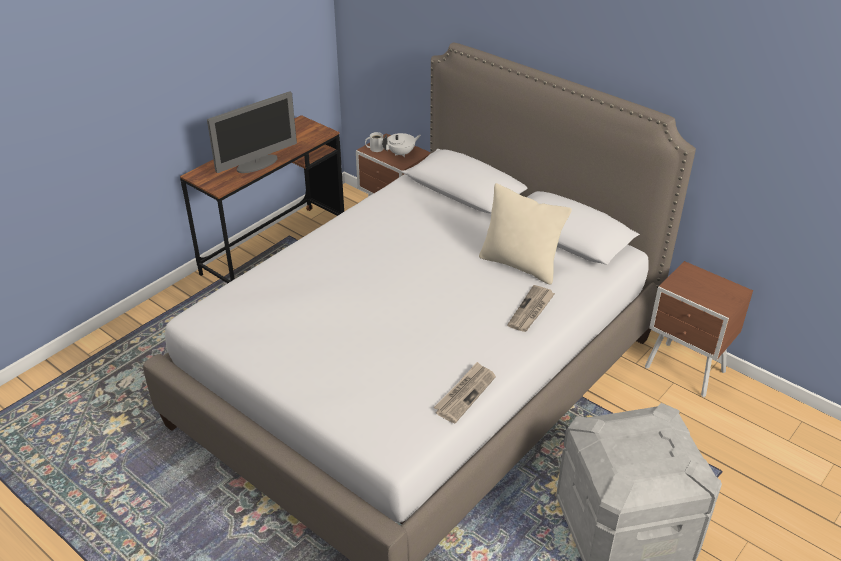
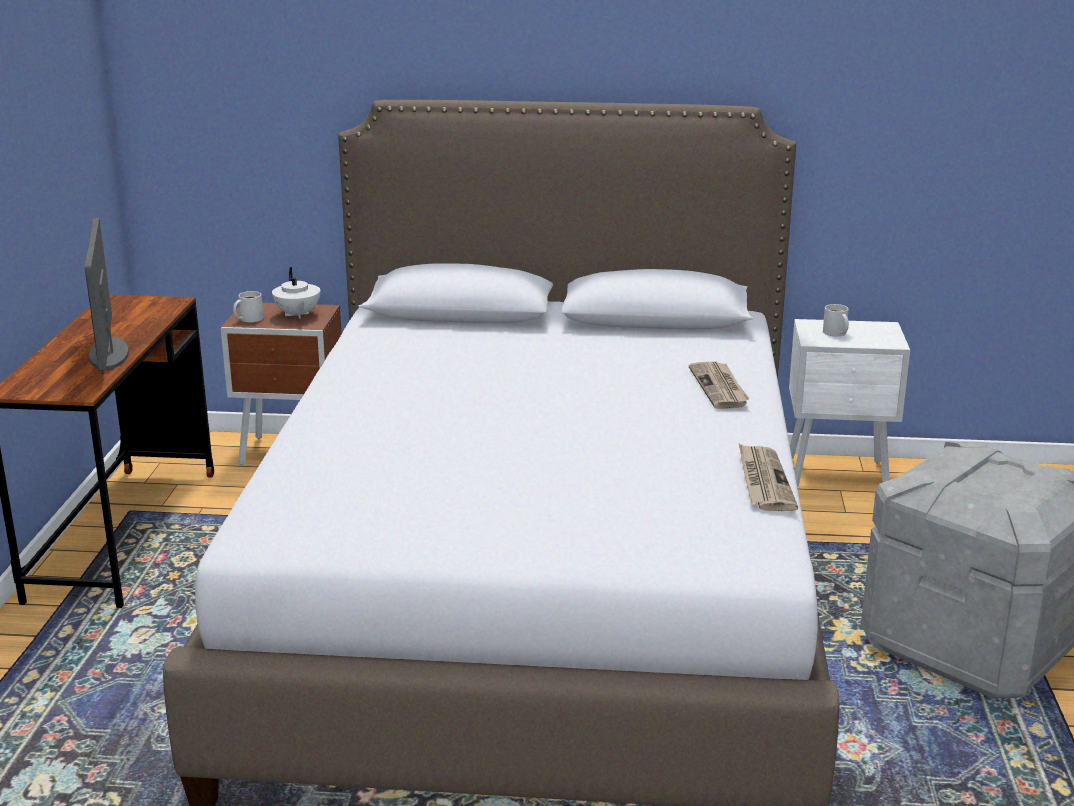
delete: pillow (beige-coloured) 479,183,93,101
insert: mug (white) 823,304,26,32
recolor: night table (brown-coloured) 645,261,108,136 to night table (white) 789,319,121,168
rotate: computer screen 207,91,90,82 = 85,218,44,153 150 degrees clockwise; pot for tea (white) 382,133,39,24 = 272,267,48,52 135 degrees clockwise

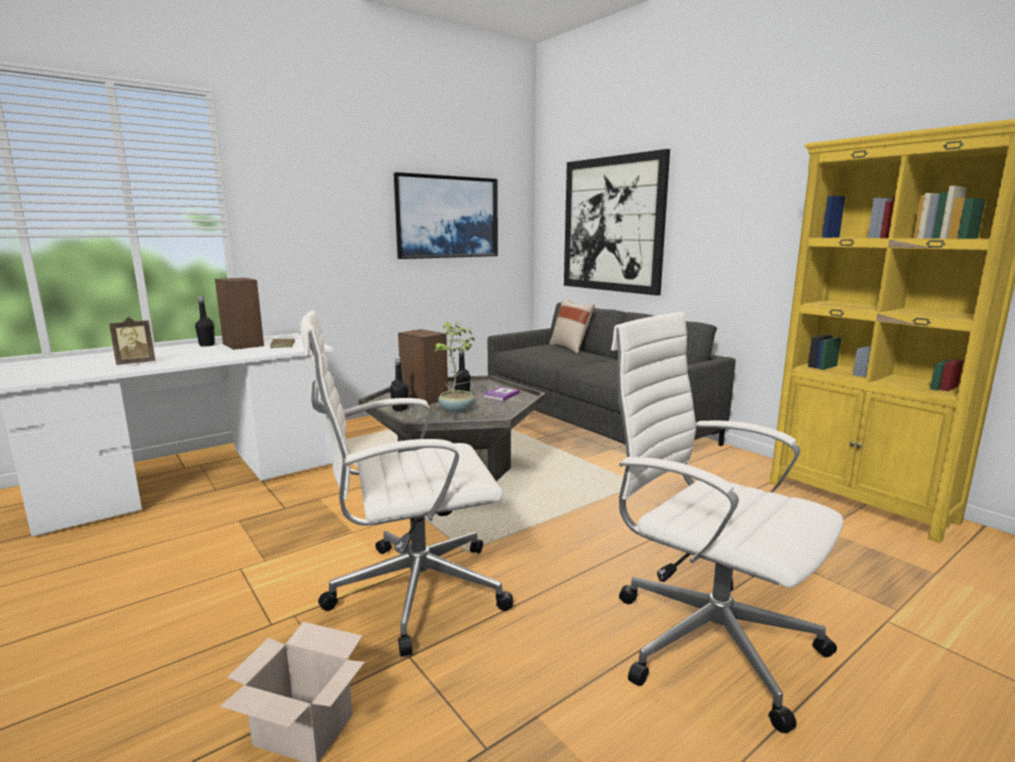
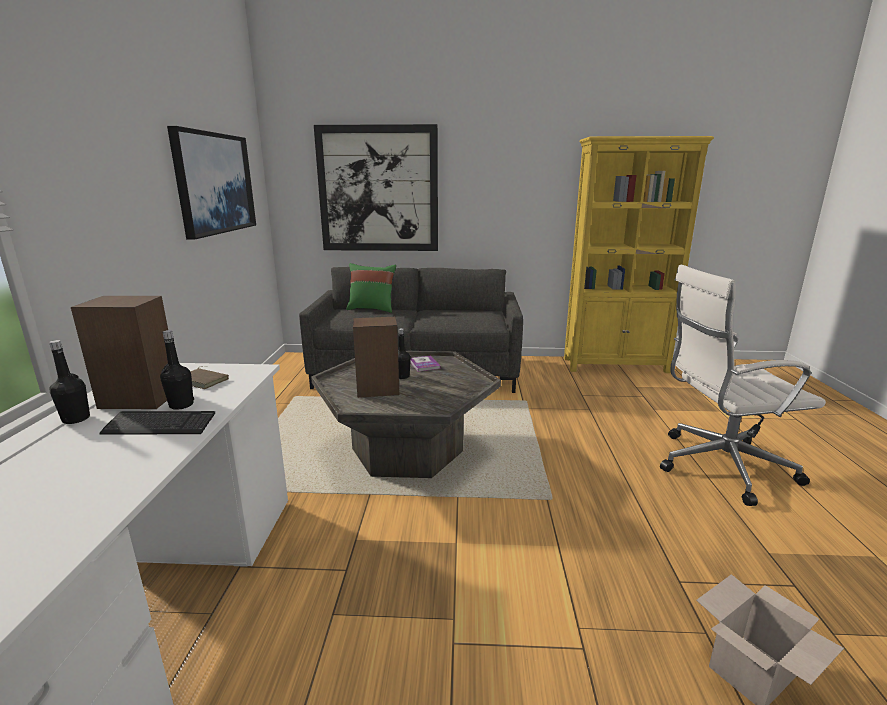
delete: computer chair (white) 300,310,213,347; picture frame 109,317,46,48; potted plant 434,322,41,91
insert: PC keyboard 99,411,116,24
move: beverage bottle (black-coloured) 390,357,19,54 to 160,330,34,80
recolor: pillow (beige-coloured) 549,299,46,55 to pillow (green-coloured) 346,263,50,50

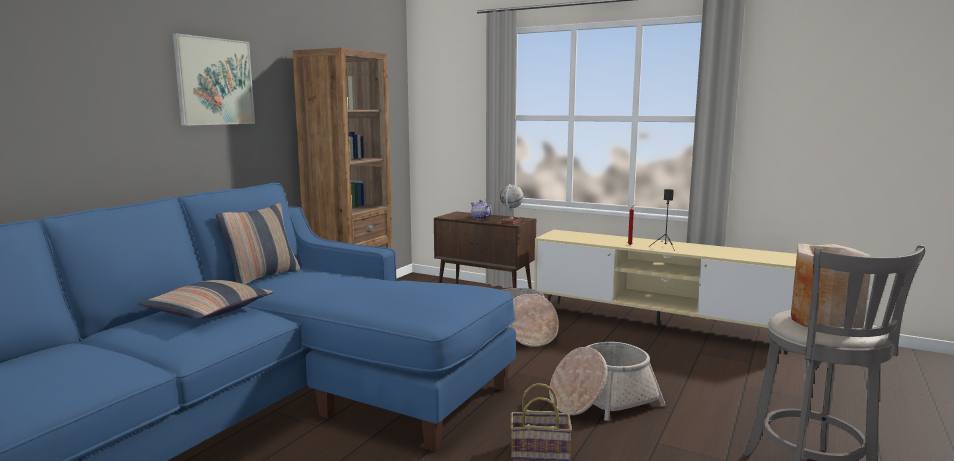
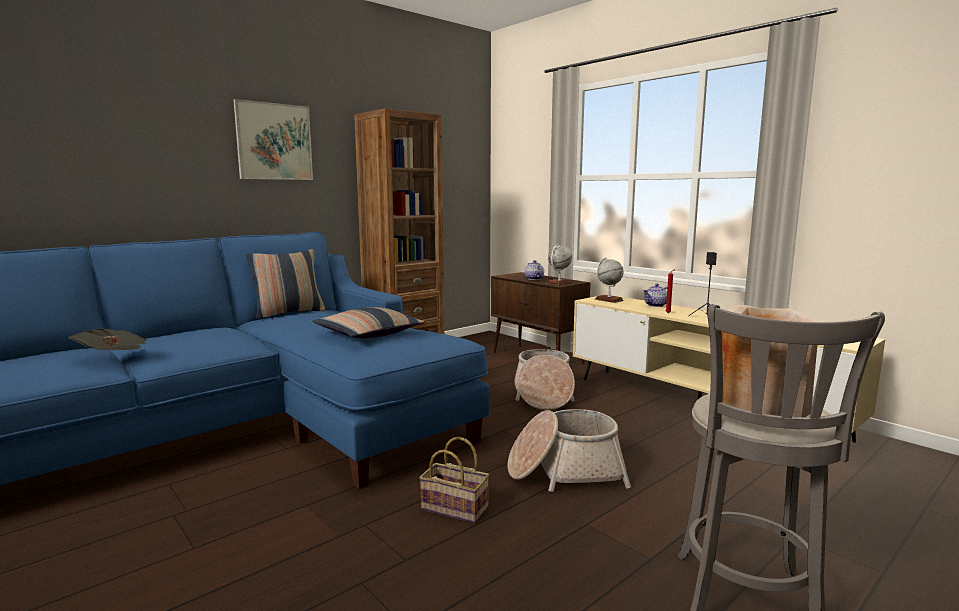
insert: world globe 595,257,29,46; pot for tea 643,284,25,23; printed paper 68,329,79,21
move: pillow 138,280,135,39 to 313,307,112,31

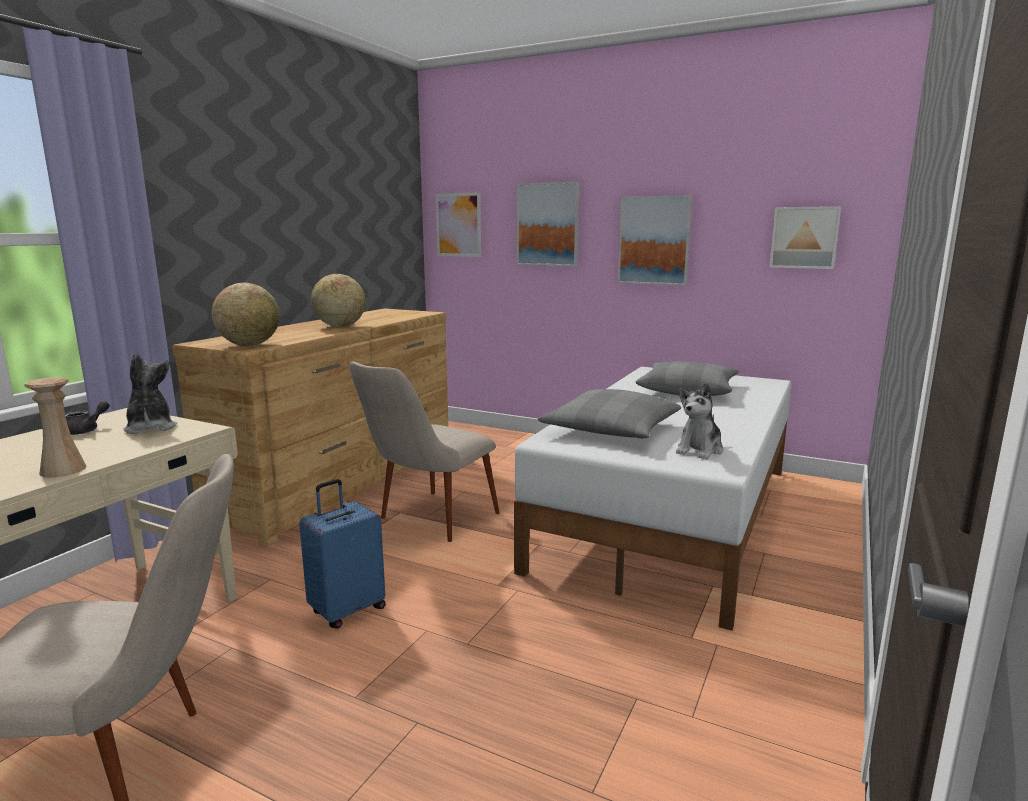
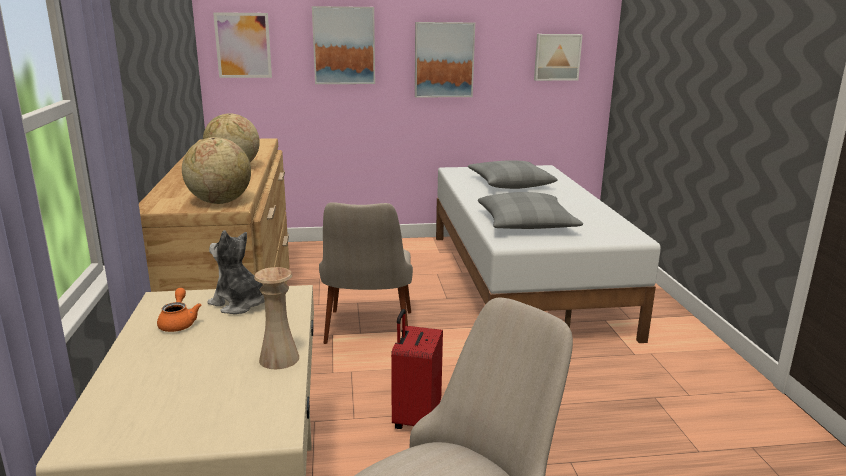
delete: plush toy 676,383,48,76
recolor: pot for tea (greyish) 65,401,45,34 to pot for tea (orange) 157,288,45,44; suitcase (bluish) 299,479,87,150 to suitcase (reddish) 391,309,52,120

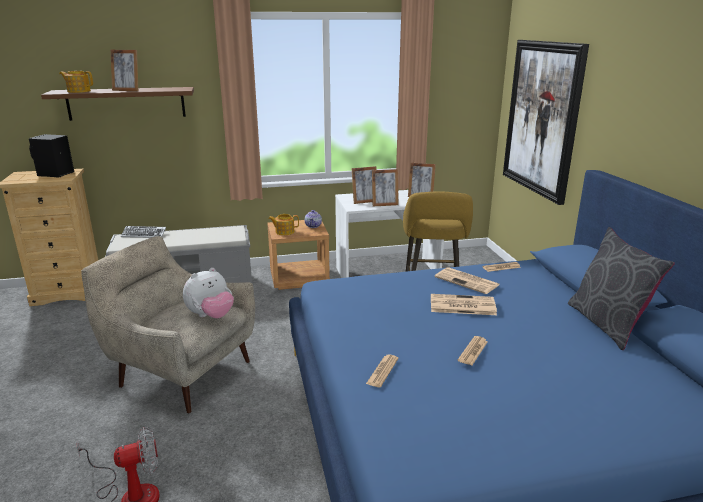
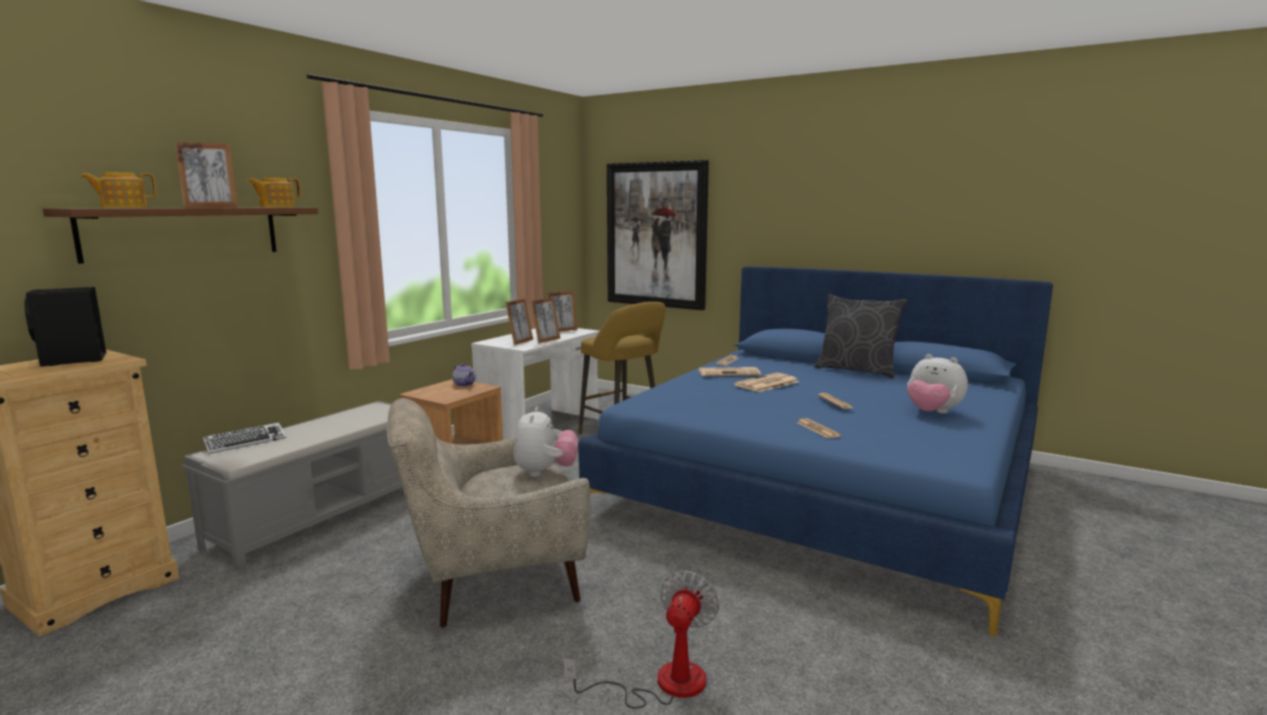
insert: plush toy 907,354,61,60
move: pot for tea 268,214,31,21 to 247,178,54,29

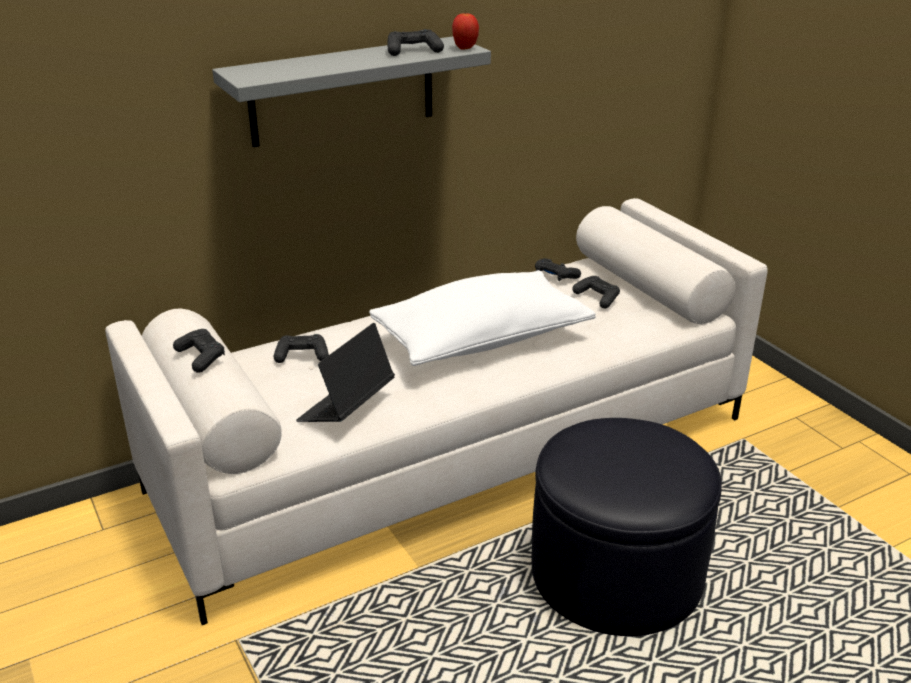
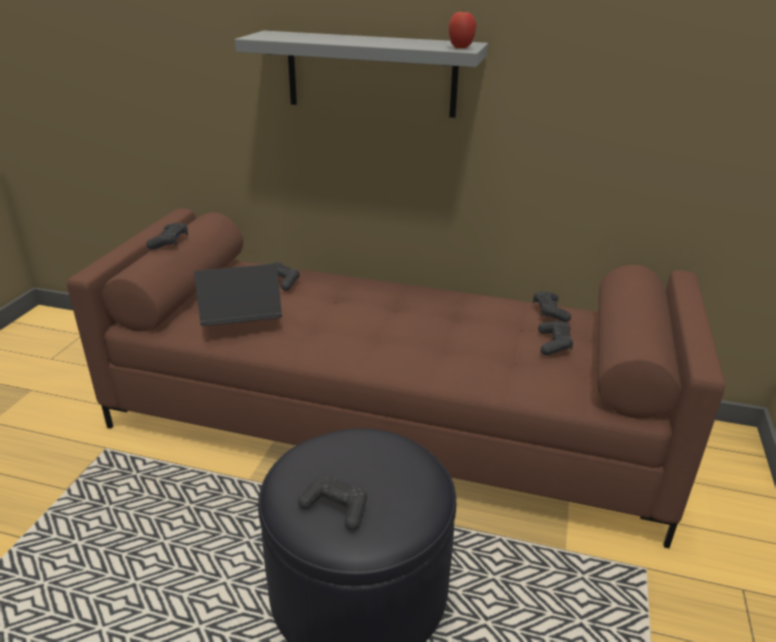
delete: pillow (white) 369,270,227,96
move: gamepad (black-coloured) 387,29,57,27 to 298,474,69,57
recolor: sofa (white) 105,198,663,427 to sofa (brown-coloured) 67,208,658,340

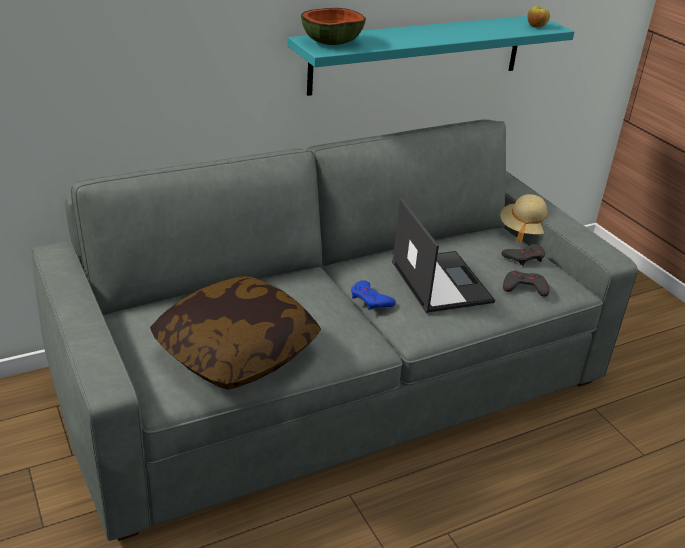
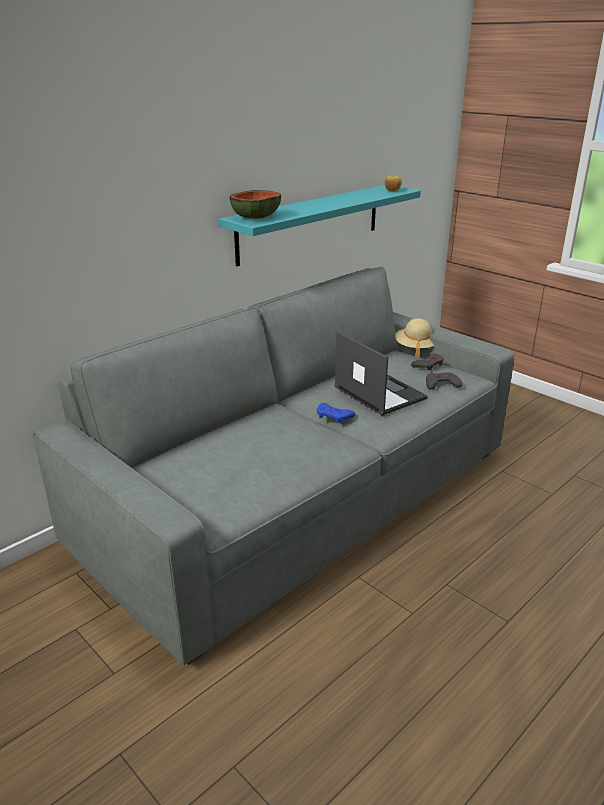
delete: pillow 150,276,171,114

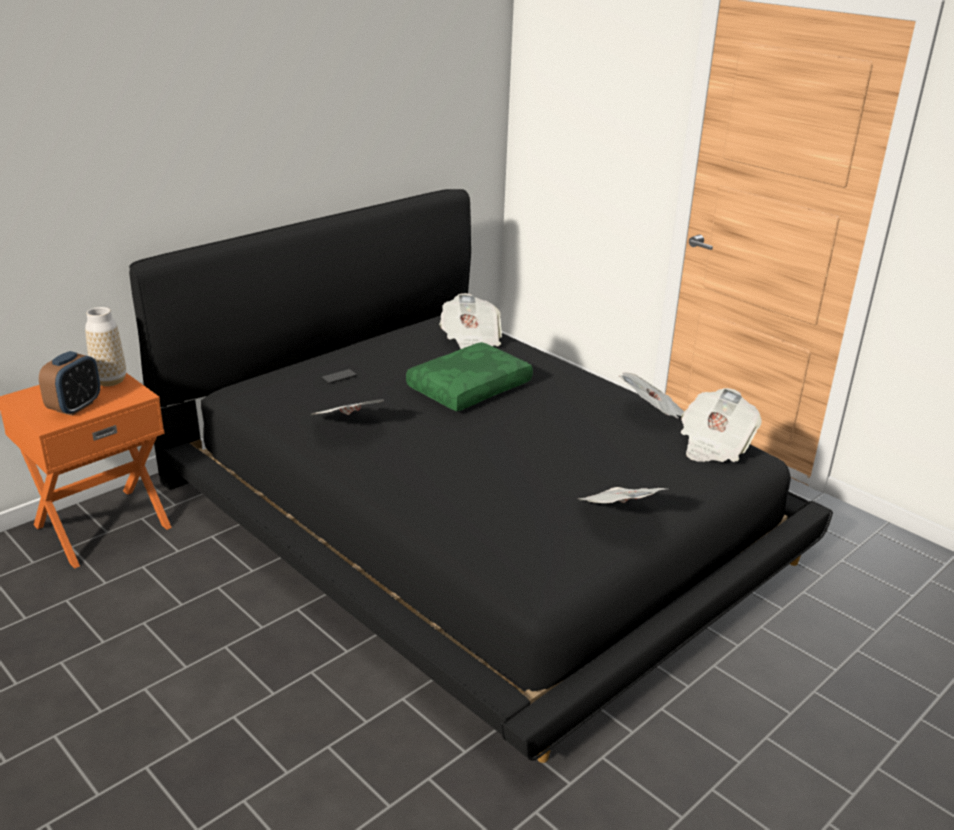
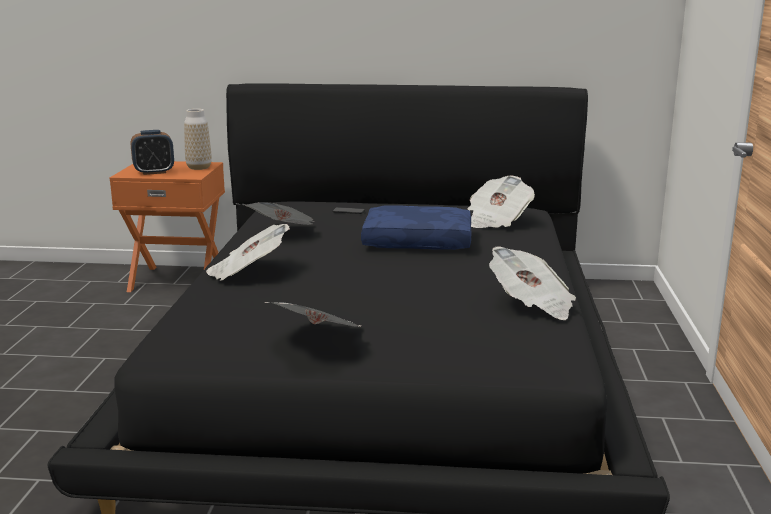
move: printed paper 681,388,81,74 to 206,224,84,57
recolor: pillow (green-coloured) 406,342,127,69 to pillow (bluish) 361,206,110,44

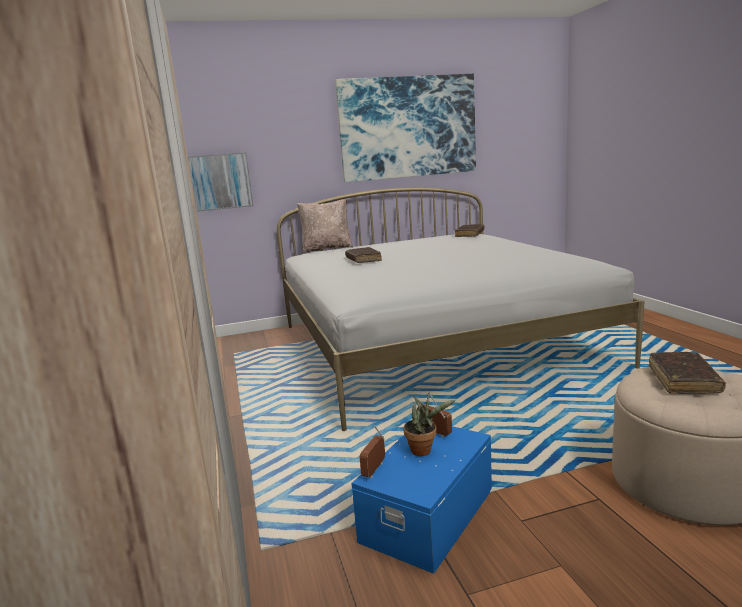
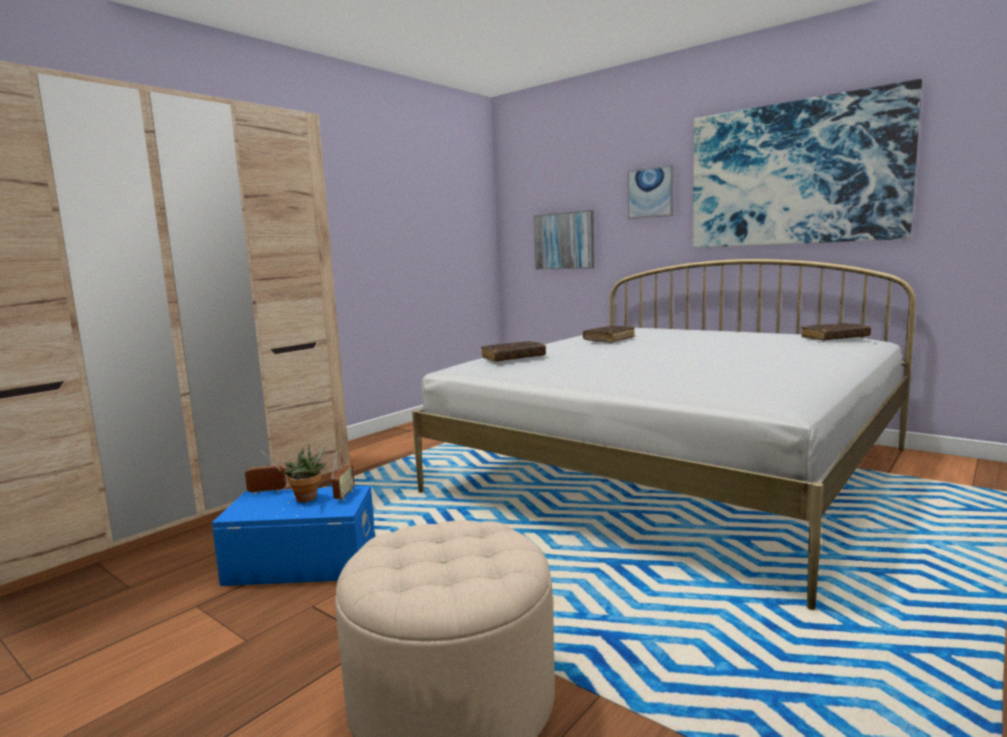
delete: pillow (beige-coloured) 297,199,56,54
insert: picture 628,165,45,54
move: bound book (brown-coloured) 649,352,77,42 to 481,341,65,21

